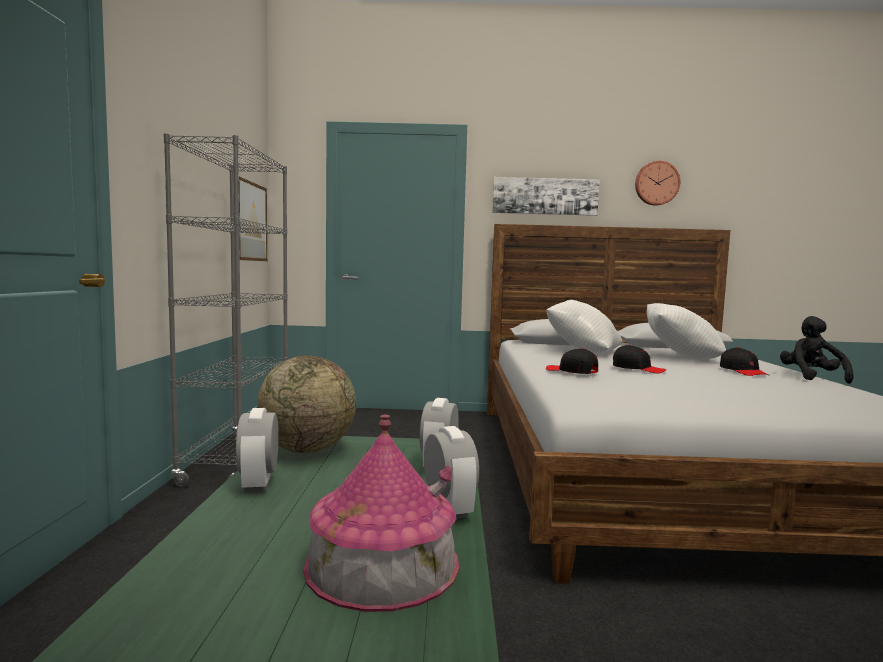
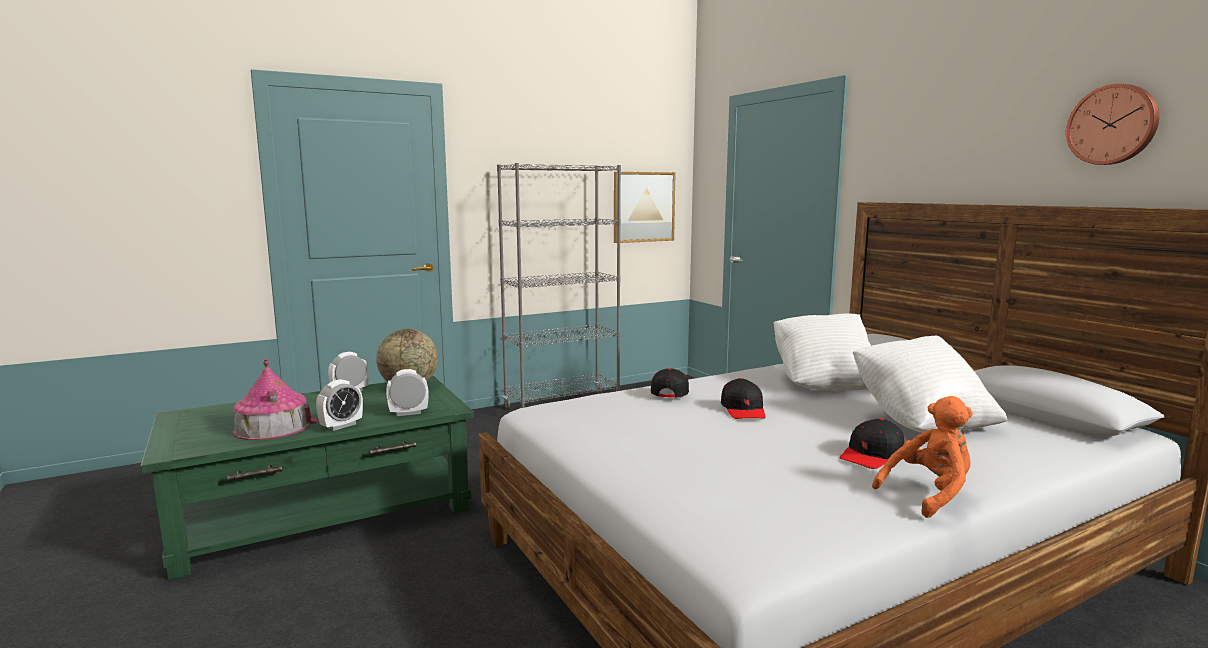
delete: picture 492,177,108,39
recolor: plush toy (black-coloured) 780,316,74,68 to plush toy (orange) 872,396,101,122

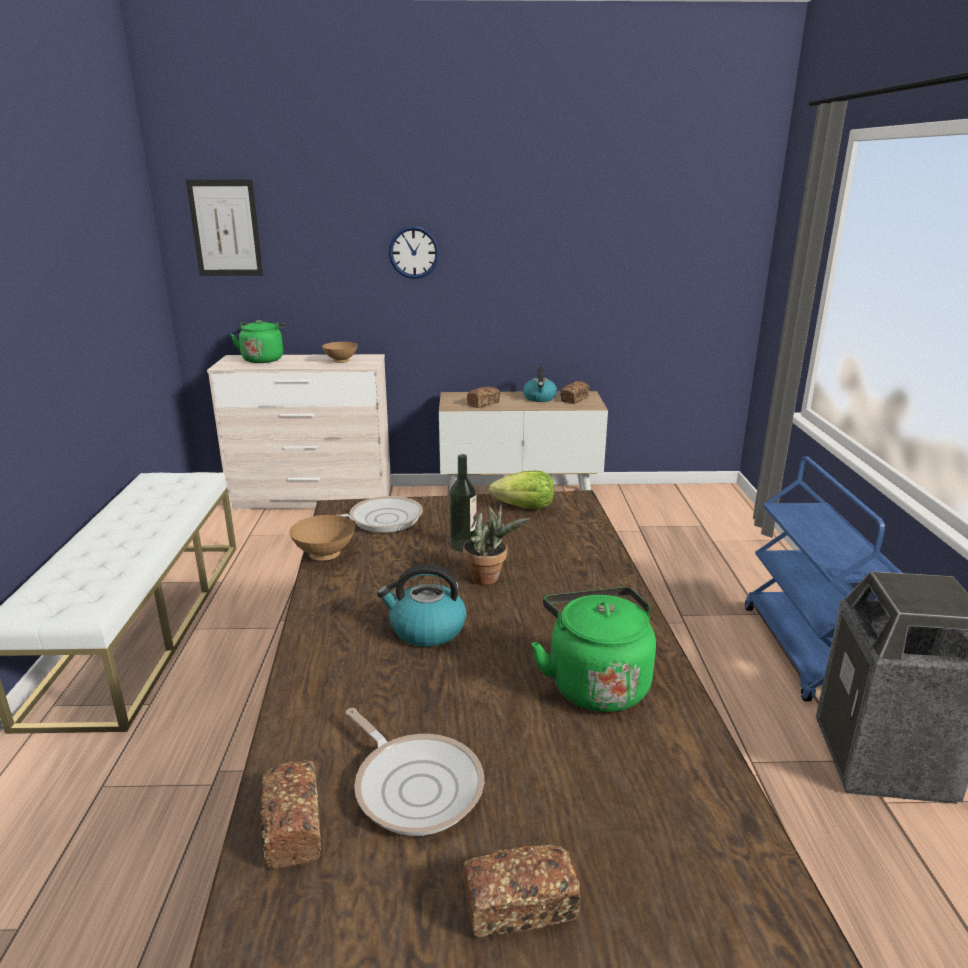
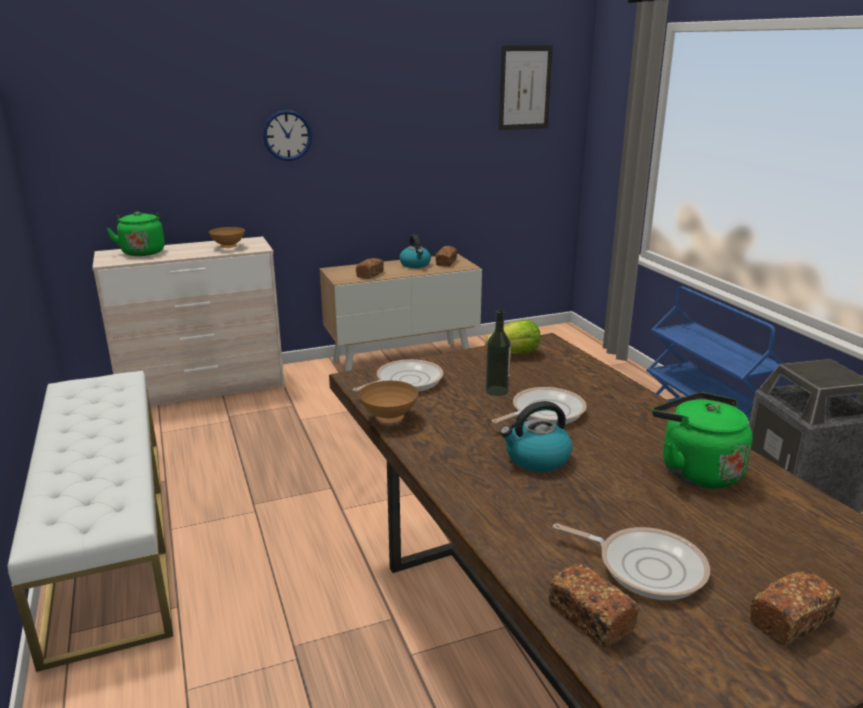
move: picture 186,180,77,96 to 499,45,54,85
replace: potted plant 463,504,67,81 to frying pan 492,387,95,37

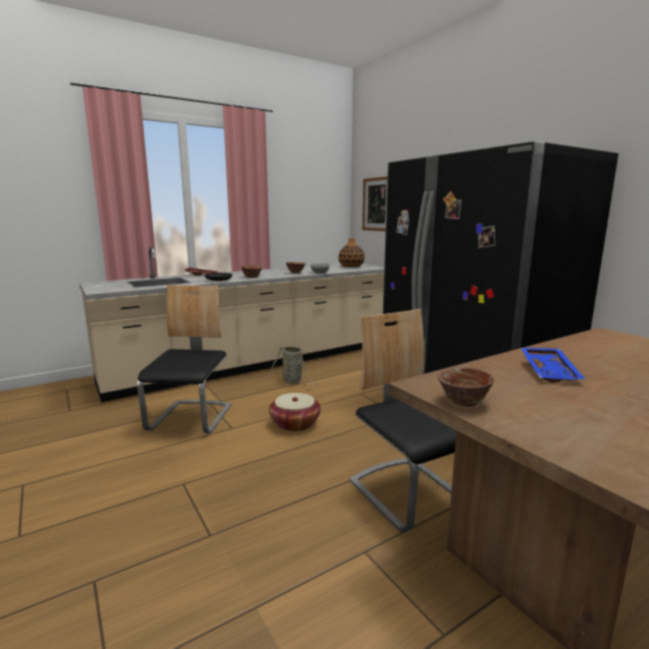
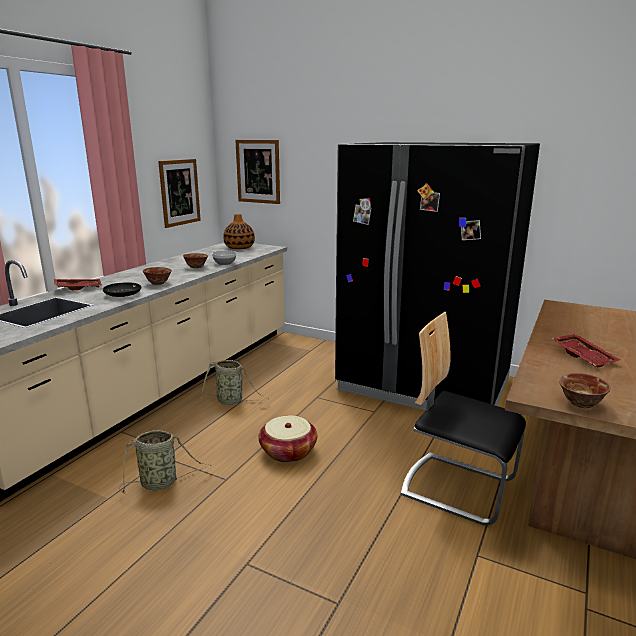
insert: picture 158,159,43,69
replace: upright chair 137,284,95,149 to household basket 119,430,93,64
recolor: carrying tray (bluish) 521,348,64,35 to carrying tray (reddish) 552,334,68,33

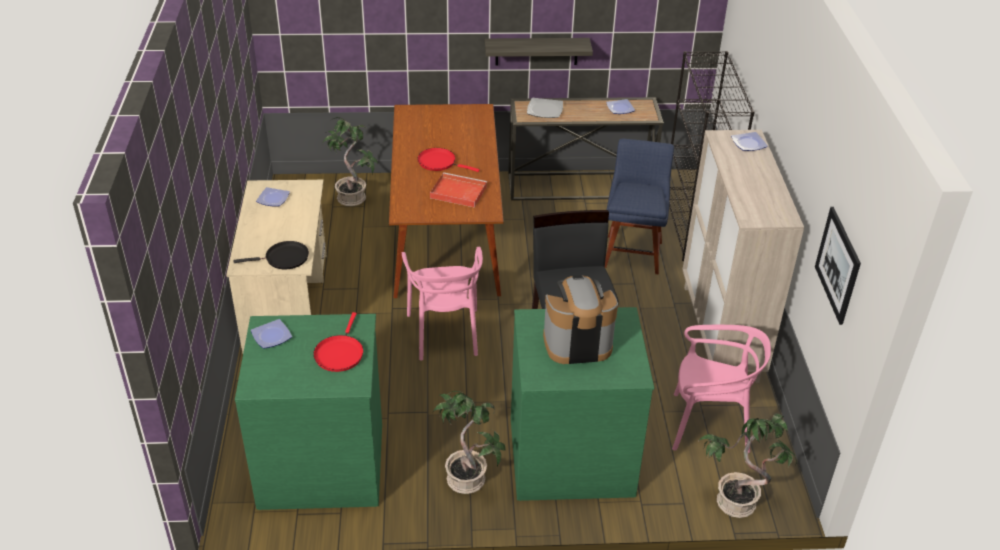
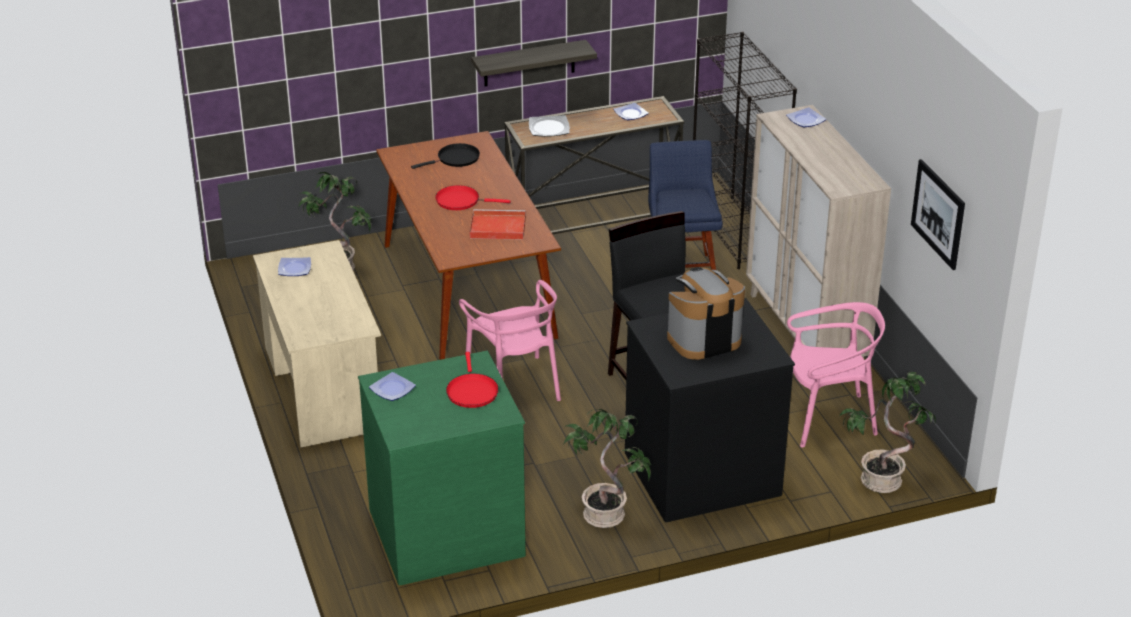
move: frying pan (black-coloured) 234,241,75,29 to 411,143,69,26
recolor: chest of drawers (green-coloured) 511,307,143,194 to chest of drawers (black-coloured) 625,298,170,224

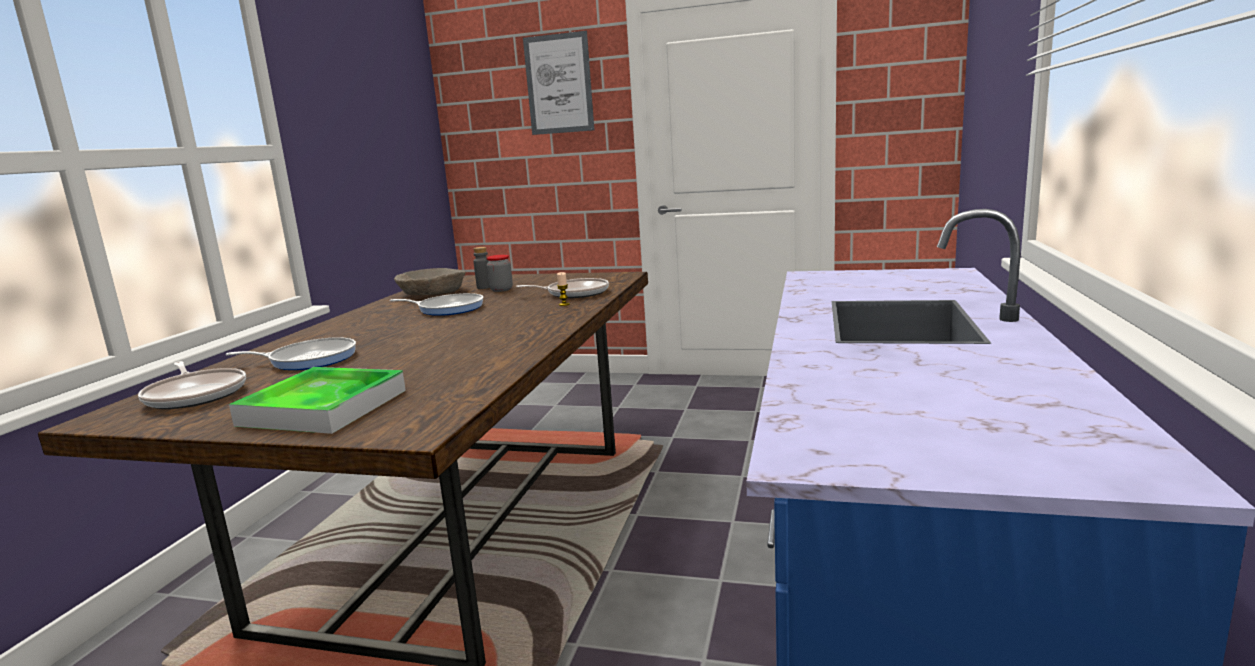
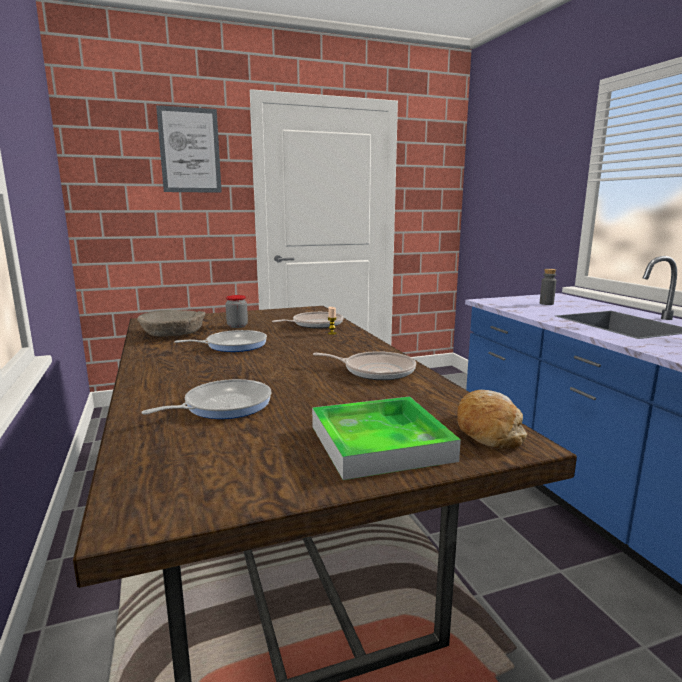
insert: baked bread 457,390,70,59
move: beverage bottle (greyish) 473,247,17,42 to 540,269,16,36; frying pan 138,361,108,48 to 313,351,103,29

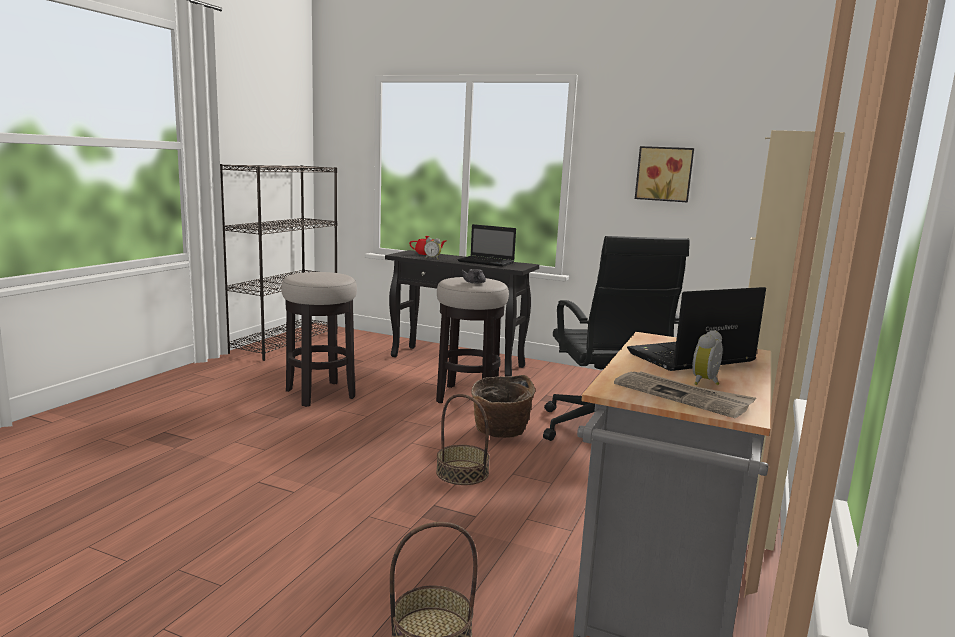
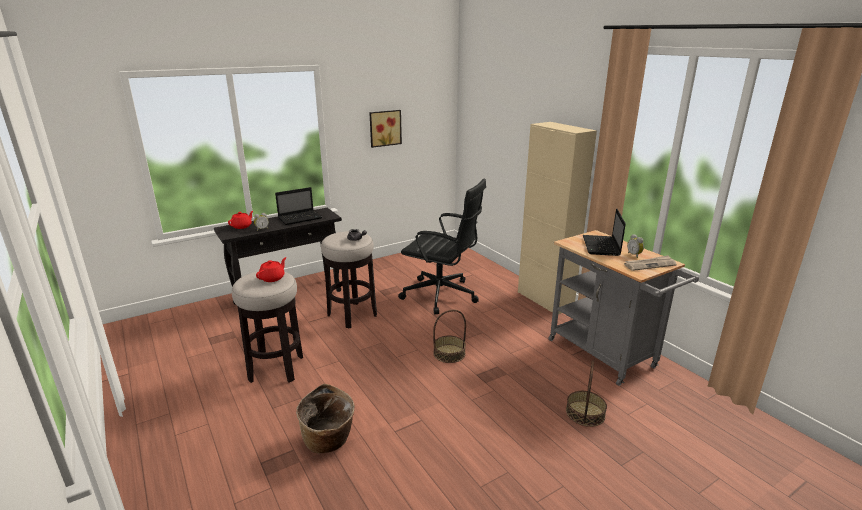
delete: bookshelf (black-coloured) 220,164,118,197
insert: pot for tea (reddish) 256,257,30,25
move: household basket 471,375,64,63 to 296,384,59,70

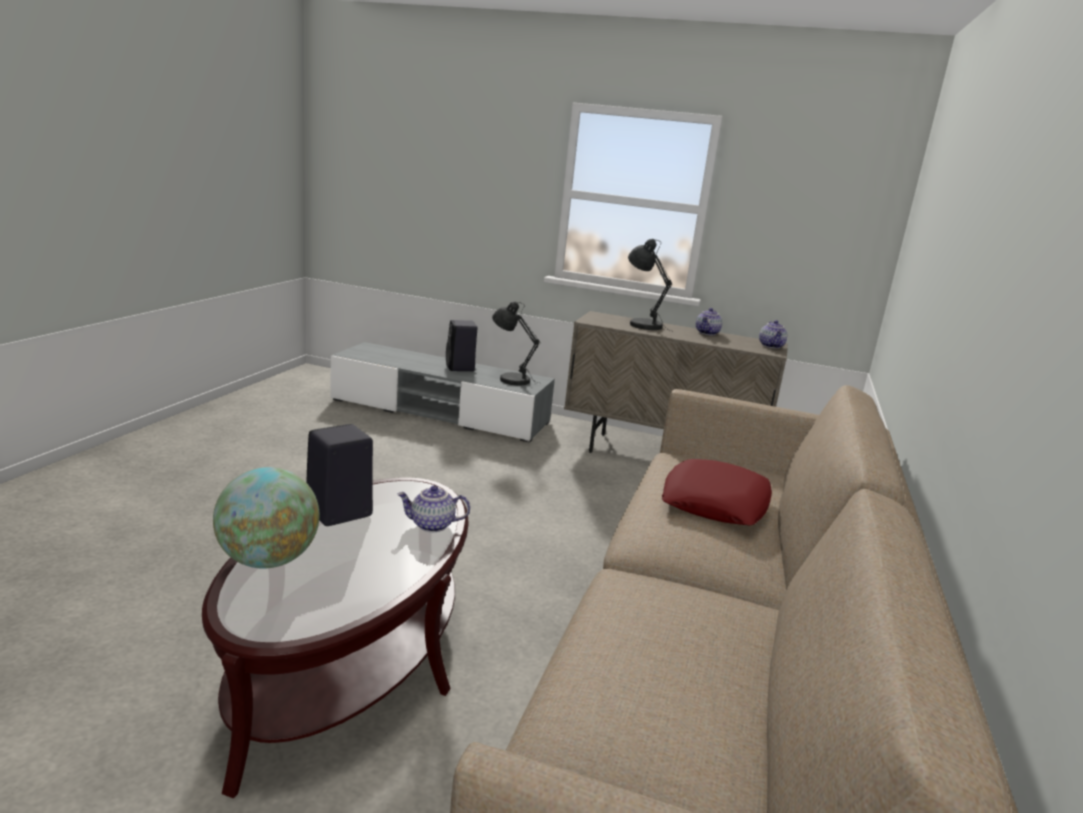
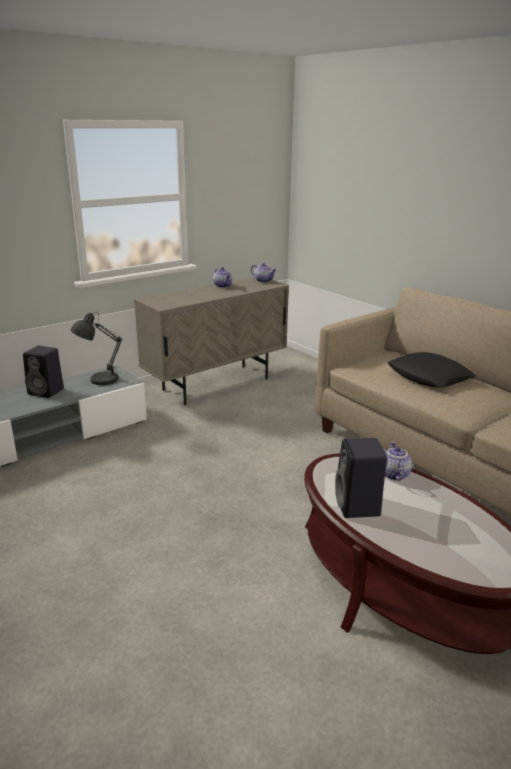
delete: table lamp (greyish) 628,239,44,92; world globe 213,467,107,101
recolor: pillow (reddish) 662,459,110,66 to pillow (black-coloured) 387,352,89,35
rotate: pot for tea 397,485,73,47 = 385,442,27,39 150 degrees clockwise

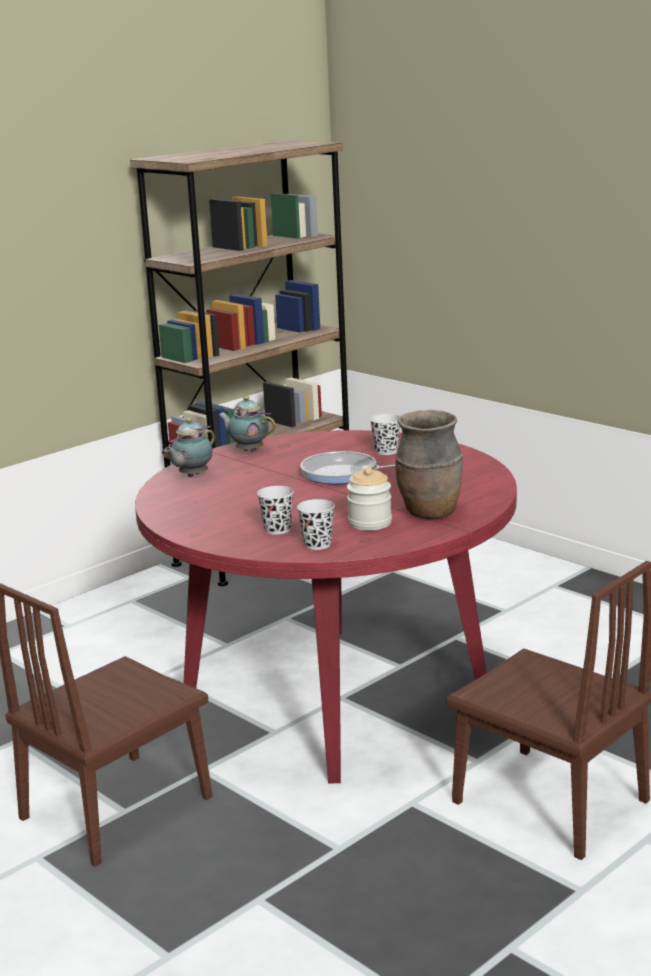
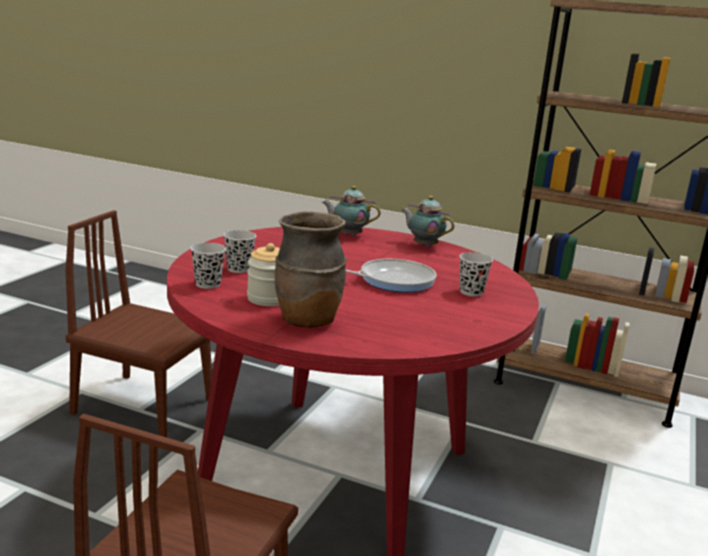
rotate: pot for tea 218,396,58,56 = 402,196,52,52 60 degrees counterclockwise; frying pan 300,451,95,33 = 346,259,91,33 75 degrees clockwise

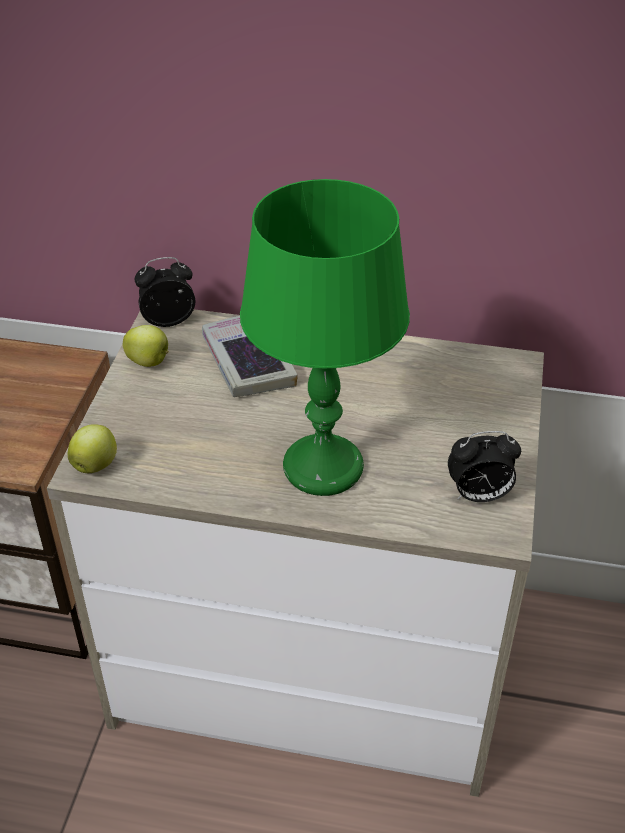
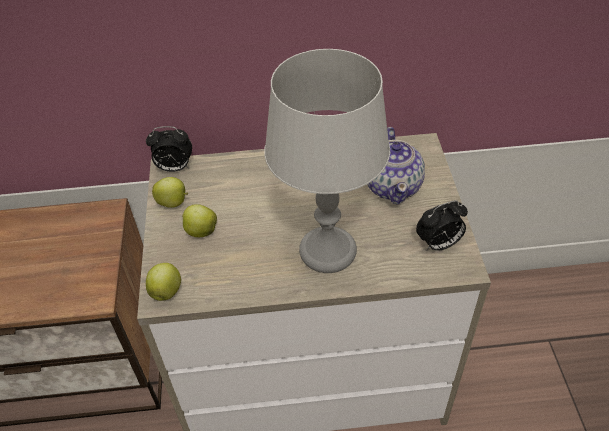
delete: bound book 202,316,96,81
insert: pot for tea 367,127,58,77; apple fruit 182,204,35,33
recolor: table lamp (green-coloured) 240,179,170,317 to table lamp (greyish) 264,49,126,224
rotate: table clock 135,257,60,70 = 146,126,46,46 150 degrees counterclockwise

